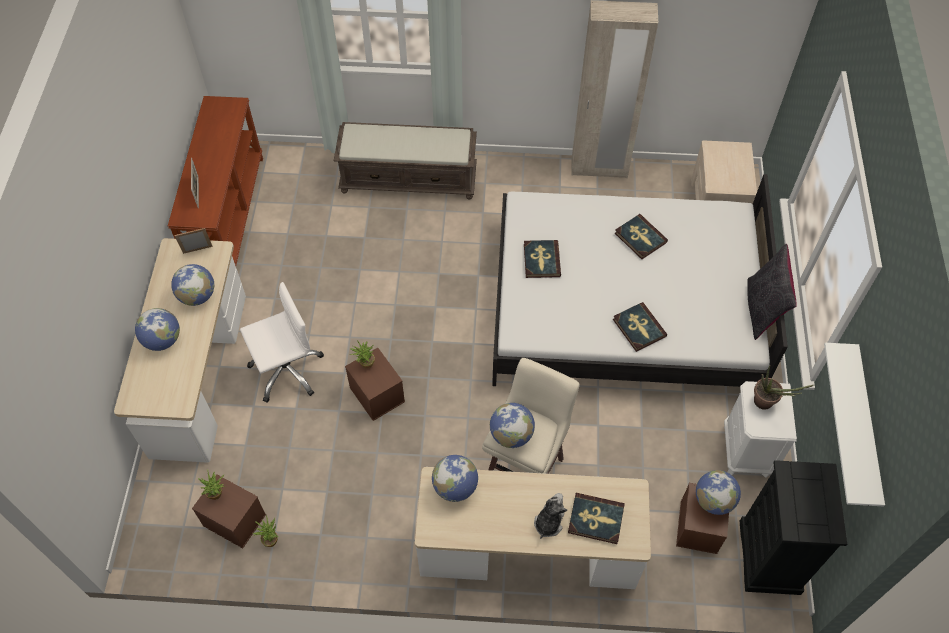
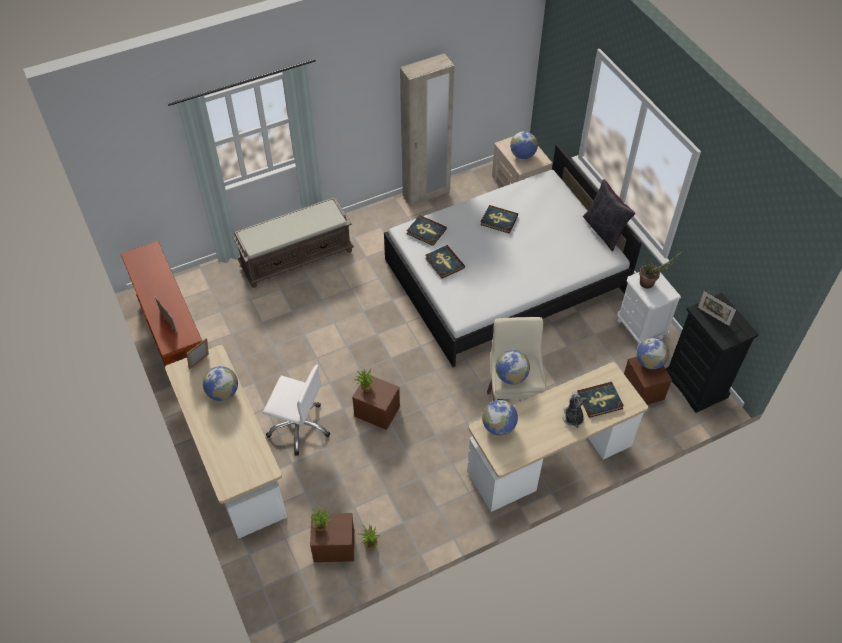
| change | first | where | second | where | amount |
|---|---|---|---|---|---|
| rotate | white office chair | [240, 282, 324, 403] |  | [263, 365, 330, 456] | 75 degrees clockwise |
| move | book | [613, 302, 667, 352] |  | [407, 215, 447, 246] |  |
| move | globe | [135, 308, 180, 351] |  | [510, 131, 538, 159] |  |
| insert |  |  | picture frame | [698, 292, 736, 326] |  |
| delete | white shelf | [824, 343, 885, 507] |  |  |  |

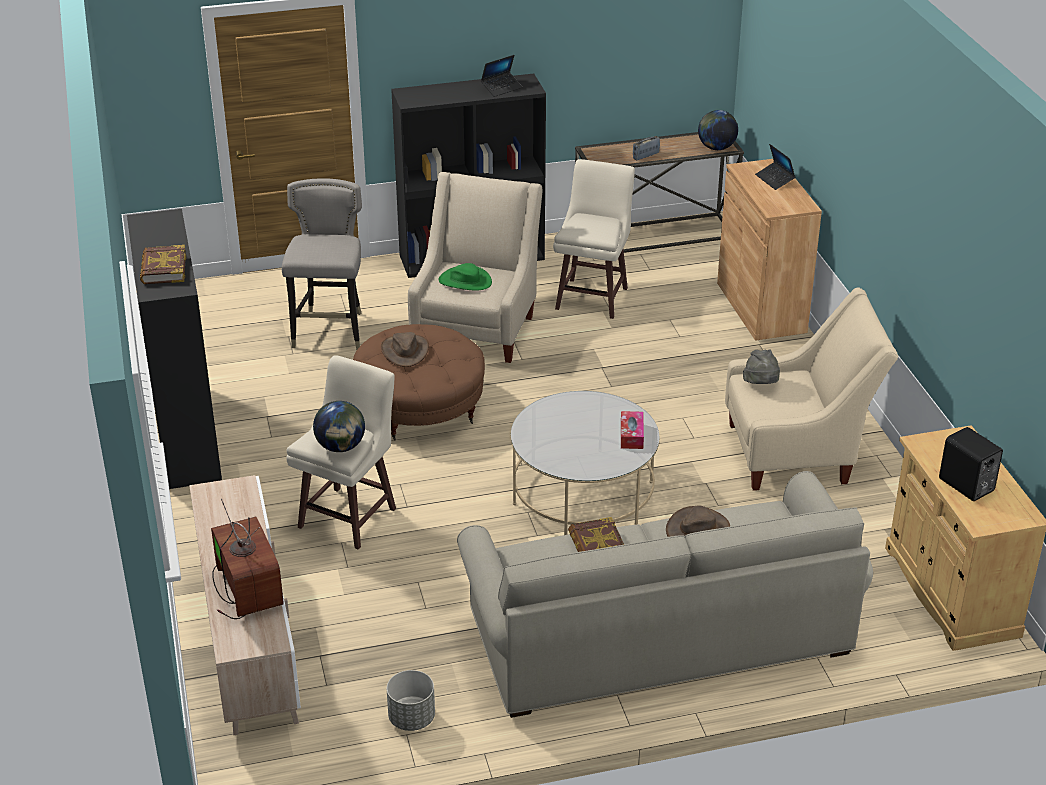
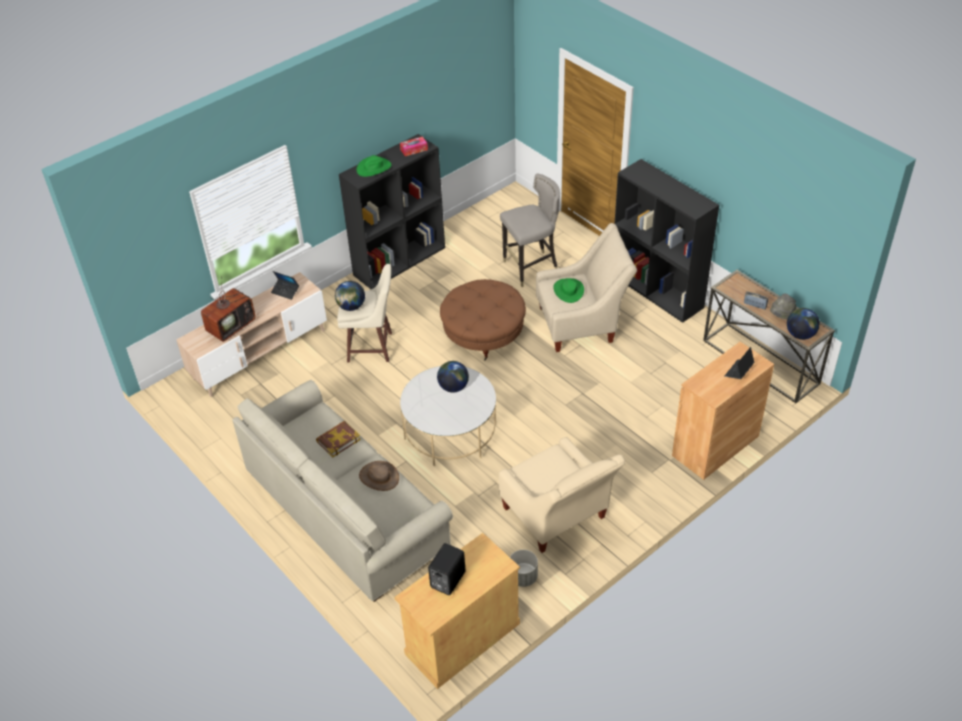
| change | first | where | second | where | amount |
|---|---|---|---|---|---|
| move | laptop | [481, 55, 522, 97] |  | [271, 271, 299, 300] |  |
| replace | book | [140, 245, 187, 284] | green hat | [356, 155, 391, 177] |  |
| move | tissue box | [621, 411, 644, 449] |  | [400, 136, 428, 156] |  |
| insert |  |  | globe | [437, 361, 469, 393] |  |
| move | grey planter | [387, 670, 435, 731] |  | [510, 550, 538, 587] |  |
| move | grey hat | [743, 349, 780, 384] |  | [770, 293, 796, 319] |  |
| delete | brown hat | [381, 332, 429, 367] |  |  |  |
| delete | beige stool | [553, 159, 635, 319] |  |  |  |

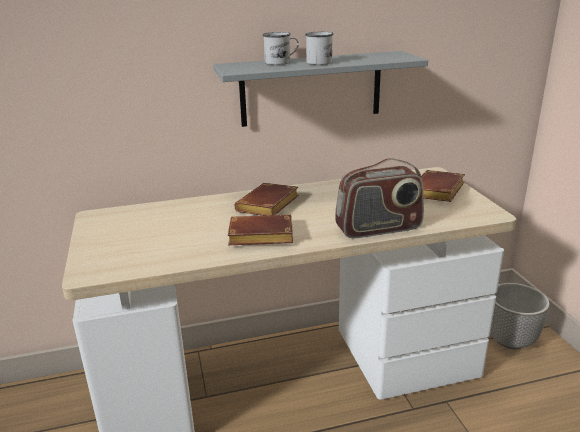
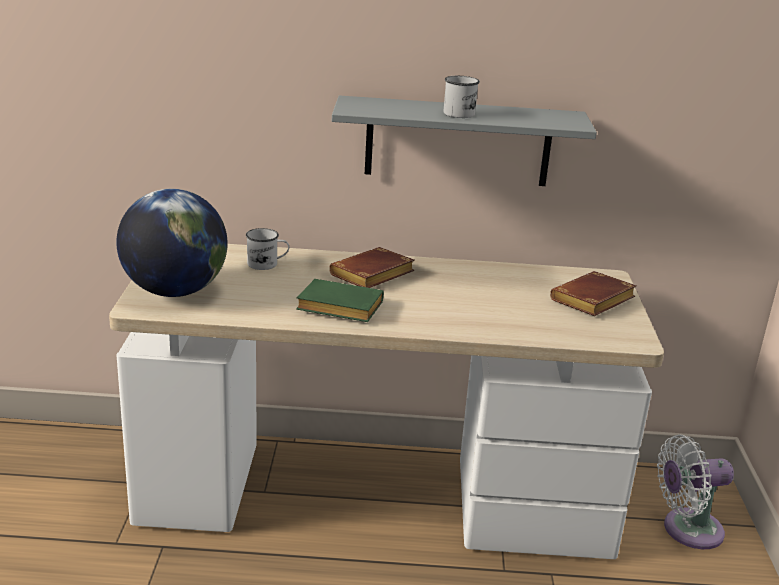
| change | first | where | second | where | amount |
|---|---|---|---|---|---|
| insert |  |  | globe | [116, 189, 228, 297] |  |
| move | white mug | [263, 32, 299, 65] |  | [246, 228, 289, 270] |  |
| recolor | brown book | [228, 215, 293, 245] | green book | [296, 279, 384, 322] |  |
| replace | planter | [490, 283, 550, 350] | white fan | [657, 435, 734, 549] |  |
| delete | radio | [335, 158, 424, 238] |  |  |  |

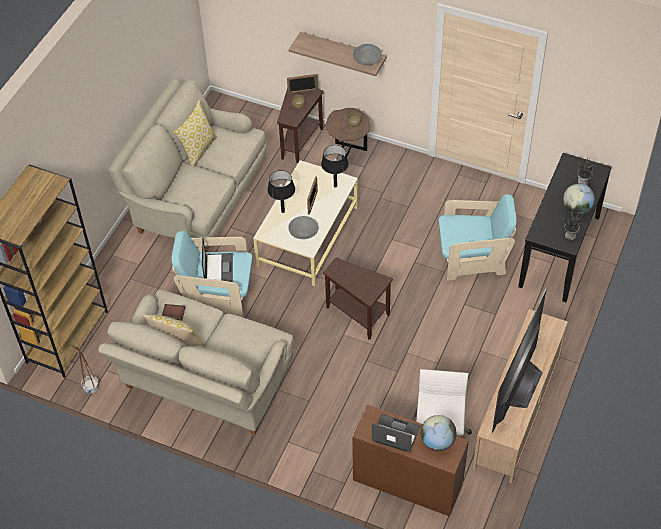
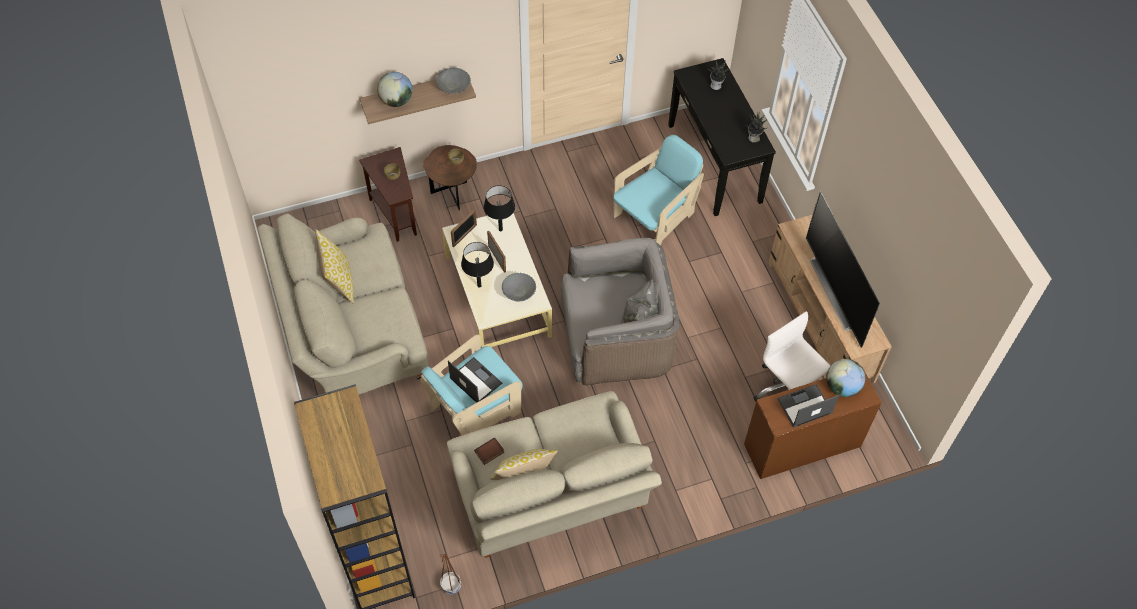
| change | first | where | second | where | amount |
|---|---|---|---|---|---|
| move | globe | [563, 183, 595, 214] |  | [377, 72, 412, 107] |  |
| move | picture frame | [287, 74, 317, 94] |  | [451, 208, 477, 247] |  |
| replace | brown side table | [323, 257, 393, 340] | grey armchair | [561, 238, 680, 386] |  |

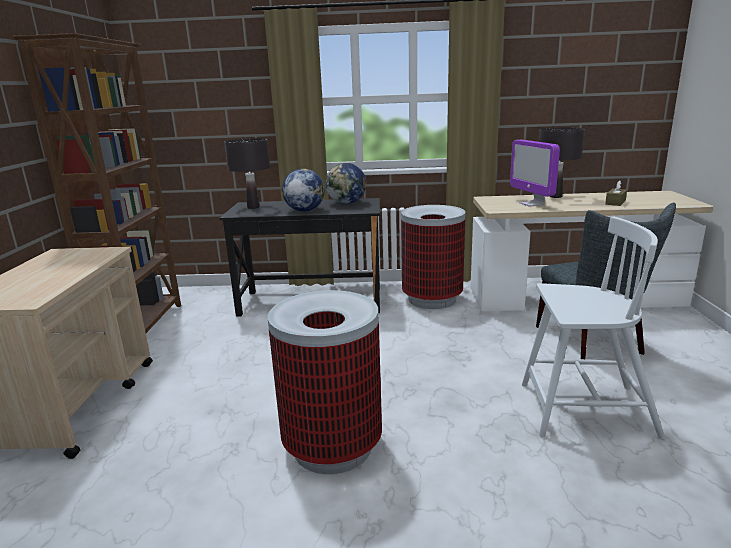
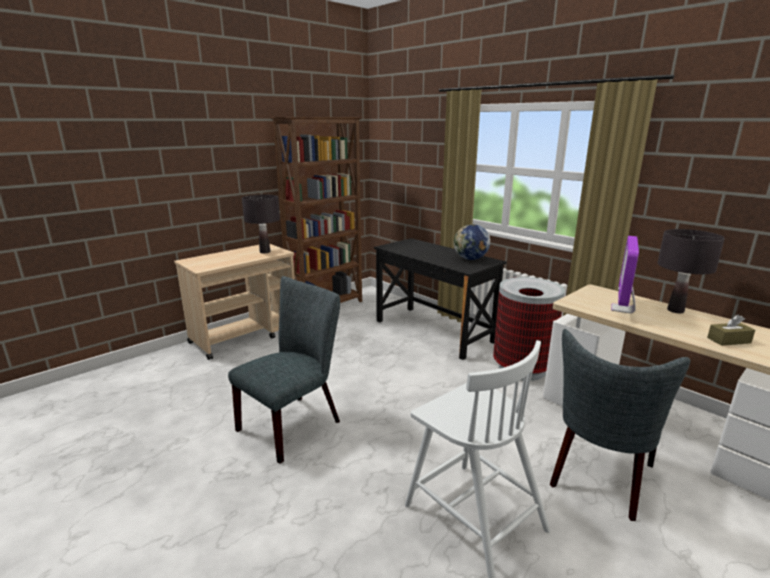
| change | first | where | second | where | amount |
|---|---|---|---|---|---|
| replace | trash can | [268, 290, 382, 474] | grey chair | [228, 276, 340, 464] |  |
| move | black table lamp | [224, 138, 270, 209] |  | [242, 195, 280, 253] |  |
| delete | globe | [282, 168, 325, 212] |  |  |  |

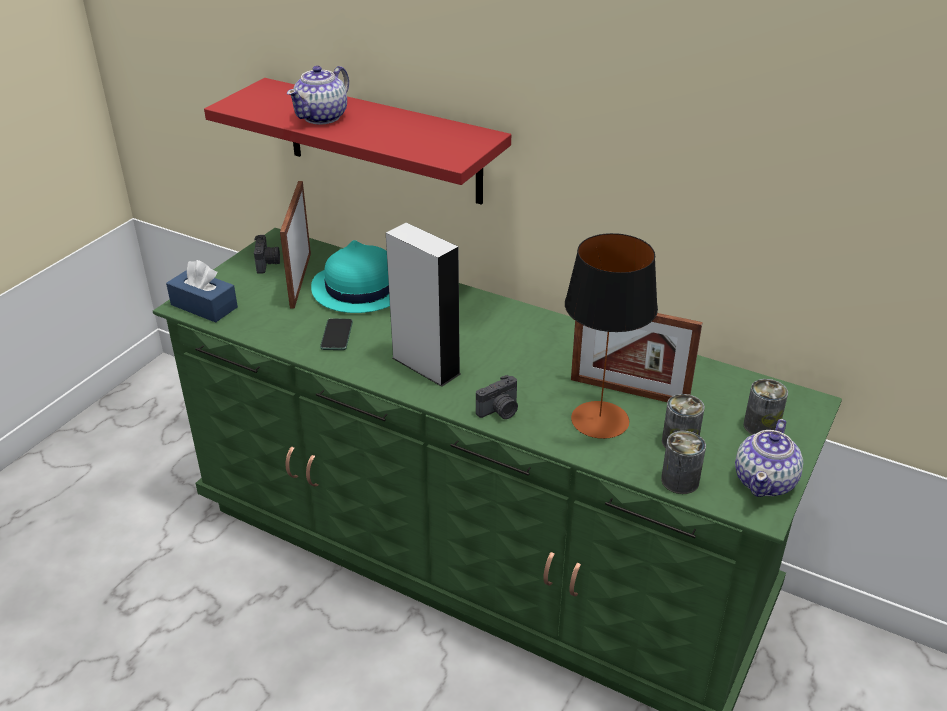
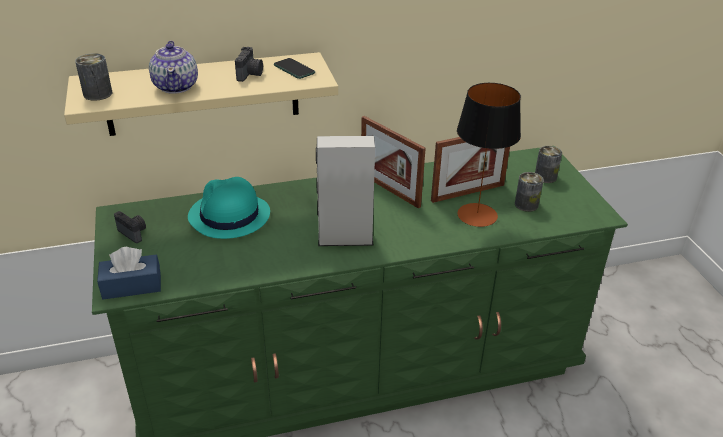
| change | first | where | second | where | amount |
|---|---|---|---|---|---|
| recolor | red shelf | [204, 78, 511, 205] | beige shelf | [64, 52, 338, 136] |  |
| move | can | [661, 431, 706, 494] |  | [75, 53, 112, 101] |  |
| move | photo camera | [476, 375, 518, 419] |  | [235, 47, 263, 82] |  |
| move | phone | [320, 318, 353, 350] |  | [274, 58, 315, 79] |  |
| move | picture frame | [280, 181, 311, 308] |  | [361, 116, 426, 209] |  |
| delete | teapot | [735, 419, 803, 497] |  |  |  |

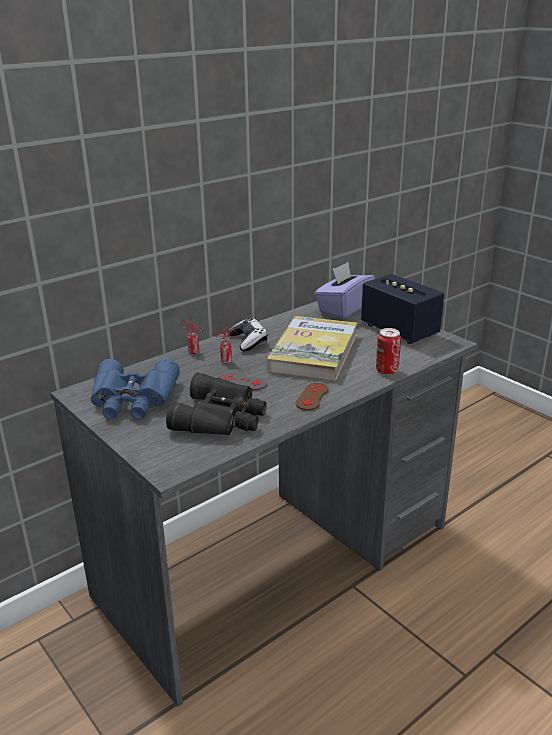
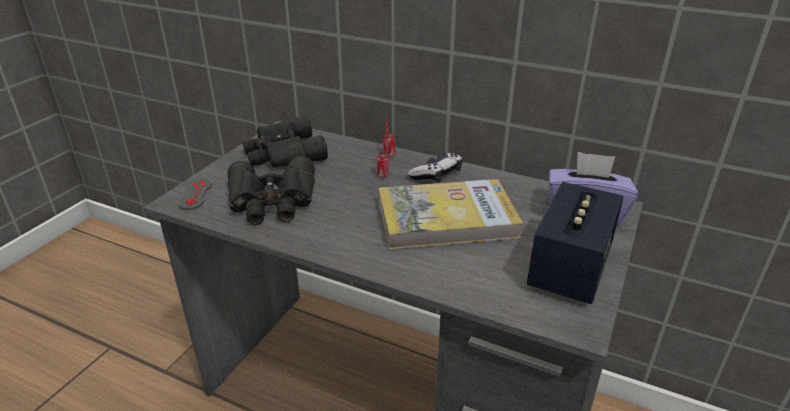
| change | first | where | second | where | amount |
|---|---|---|---|---|---|
| move | grey game controller | [218, 372, 267, 390] |  | [178, 179, 212, 210] |  |
| recolor | blue binoculars | [91, 359, 180, 419] | black binoculars | [243, 114, 328, 167] |  |
| delete | brown game controller | [296, 383, 329, 410] |  |  |  |
| delete | can | [376, 328, 401, 375] |  |  |  |

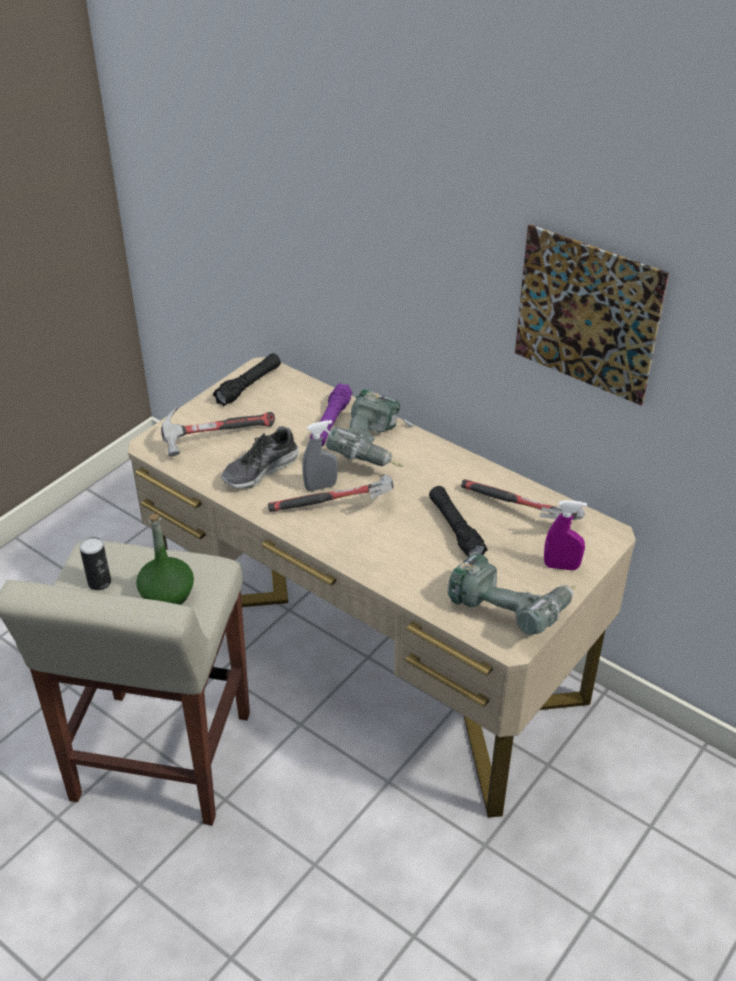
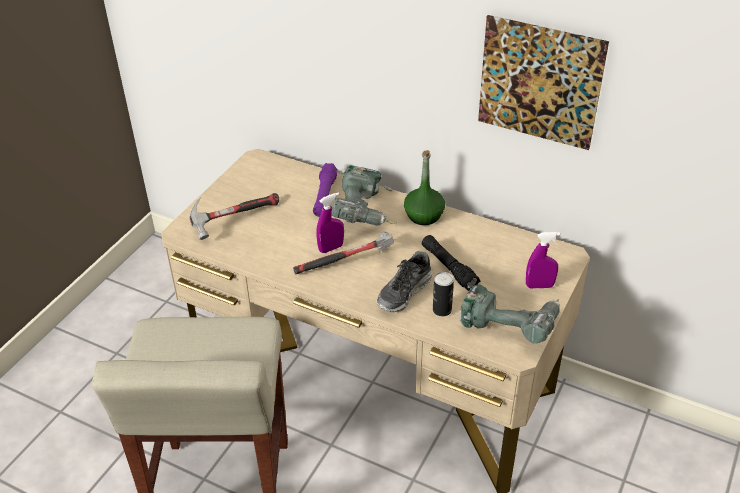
| change | first | where | second | where | amount |
|---|---|---|---|---|---|
| recolor | grey spray bottle | [302, 420, 338, 491] | purple spray bottle | [317, 193, 344, 253] |  |
| move | shoe | [222, 426, 299, 489] |  | [376, 251, 432, 312] |  |
| move | green bottle | [136, 514, 194, 605] |  | [404, 150, 445, 225] |  |
| move | can | [79, 537, 111, 590] |  | [433, 272, 454, 316] |  |
| delete | black flashlight | [213, 353, 281, 406] |  |  |  |
| delete | hammer | [461, 479, 585, 520] |  |  |  |

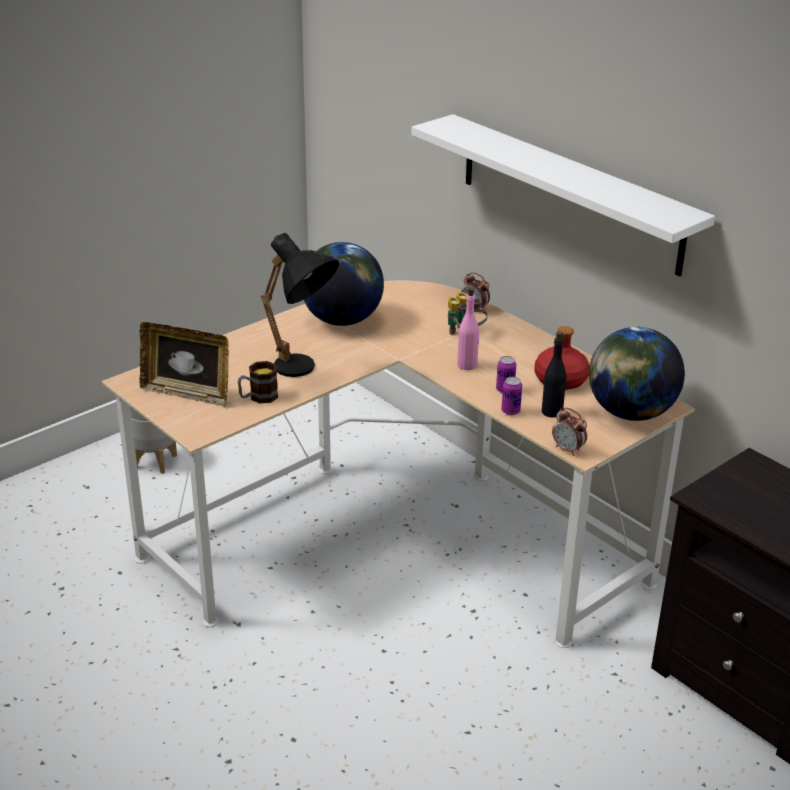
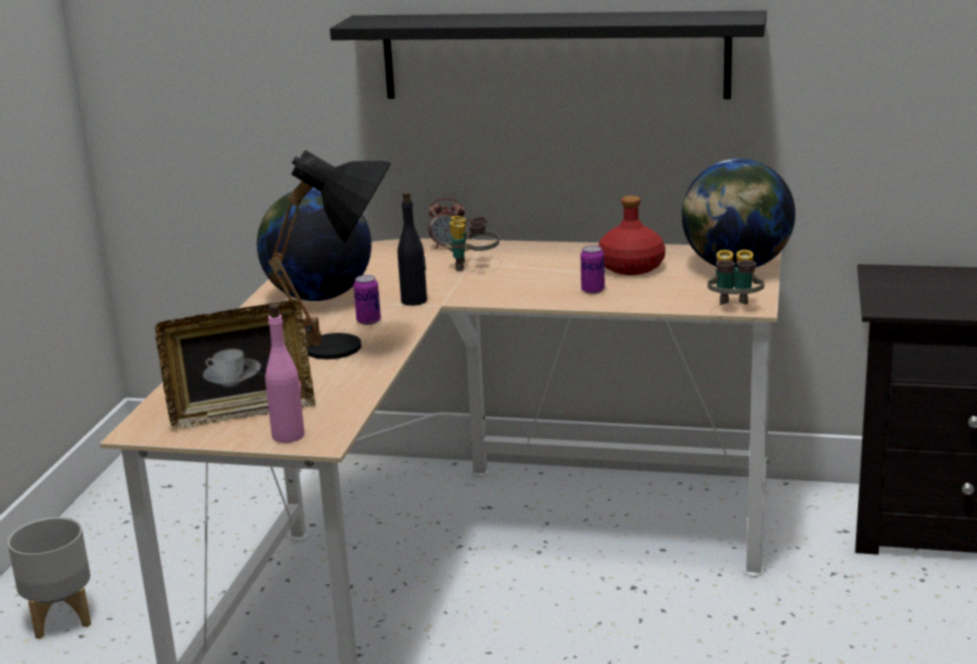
| change | first | where | second | where | amount |
|---|---|---|---|---|---|
| move | pink bottle | [457, 287, 480, 370] |  | [265, 303, 304, 443] |  |
| recolor | white shelf | [411, 114, 715, 276] | black shelf | [330, 11, 767, 99] |  |
| move | can | [501, 377, 522, 415] |  | [353, 275, 381, 325] |  |
| move | black bottle | [542, 331, 567, 418] |  | [398, 191, 427, 306] |  |
| replace | alarm clock | [552, 408, 587, 456] | binoculars | [707, 250, 764, 305] |  |
| delete | mug | [238, 361, 278, 403] |  |  |  |

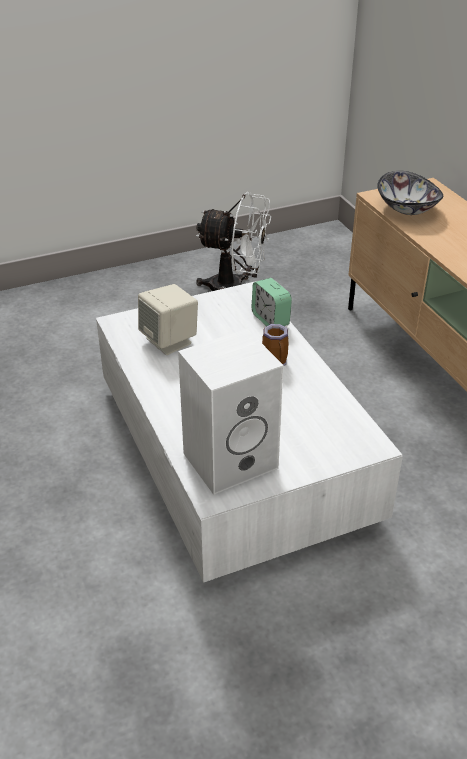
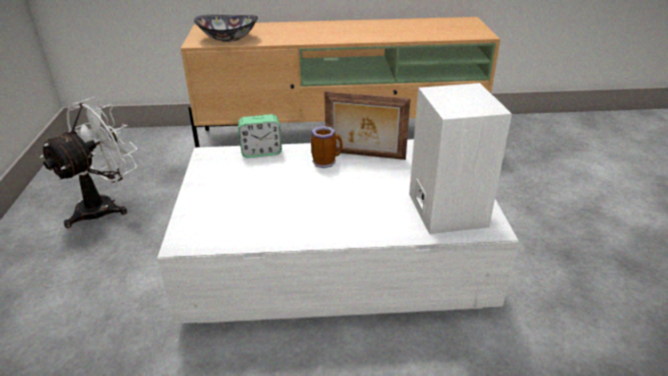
| change | first | where | second | where | amount |
|---|---|---|---|---|---|
| insert |  |  | picture frame | [324, 91, 411, 160] |  |
| delete | beige speaker | [138, 284, 198, 355] |  |  |  |

